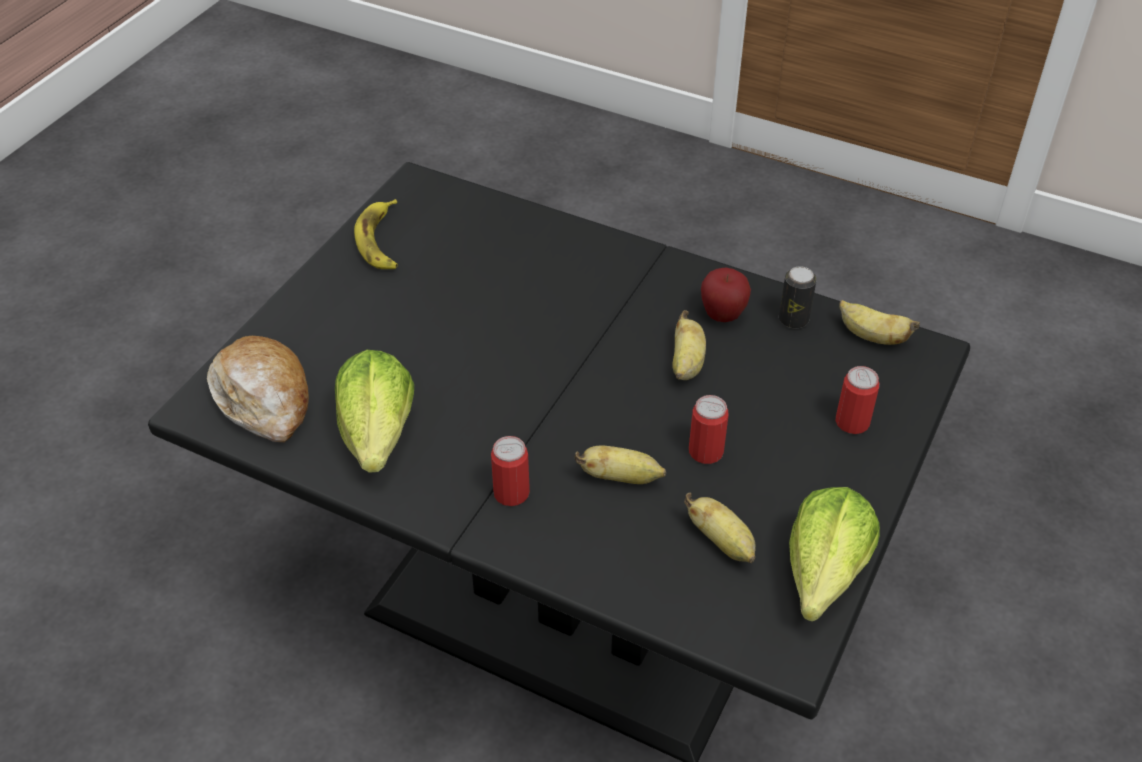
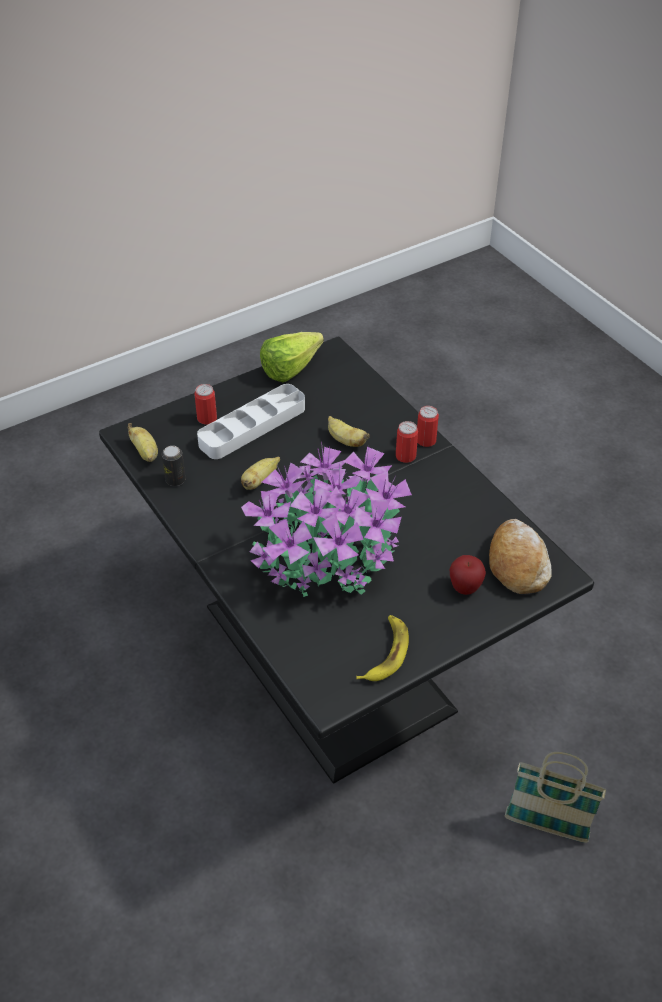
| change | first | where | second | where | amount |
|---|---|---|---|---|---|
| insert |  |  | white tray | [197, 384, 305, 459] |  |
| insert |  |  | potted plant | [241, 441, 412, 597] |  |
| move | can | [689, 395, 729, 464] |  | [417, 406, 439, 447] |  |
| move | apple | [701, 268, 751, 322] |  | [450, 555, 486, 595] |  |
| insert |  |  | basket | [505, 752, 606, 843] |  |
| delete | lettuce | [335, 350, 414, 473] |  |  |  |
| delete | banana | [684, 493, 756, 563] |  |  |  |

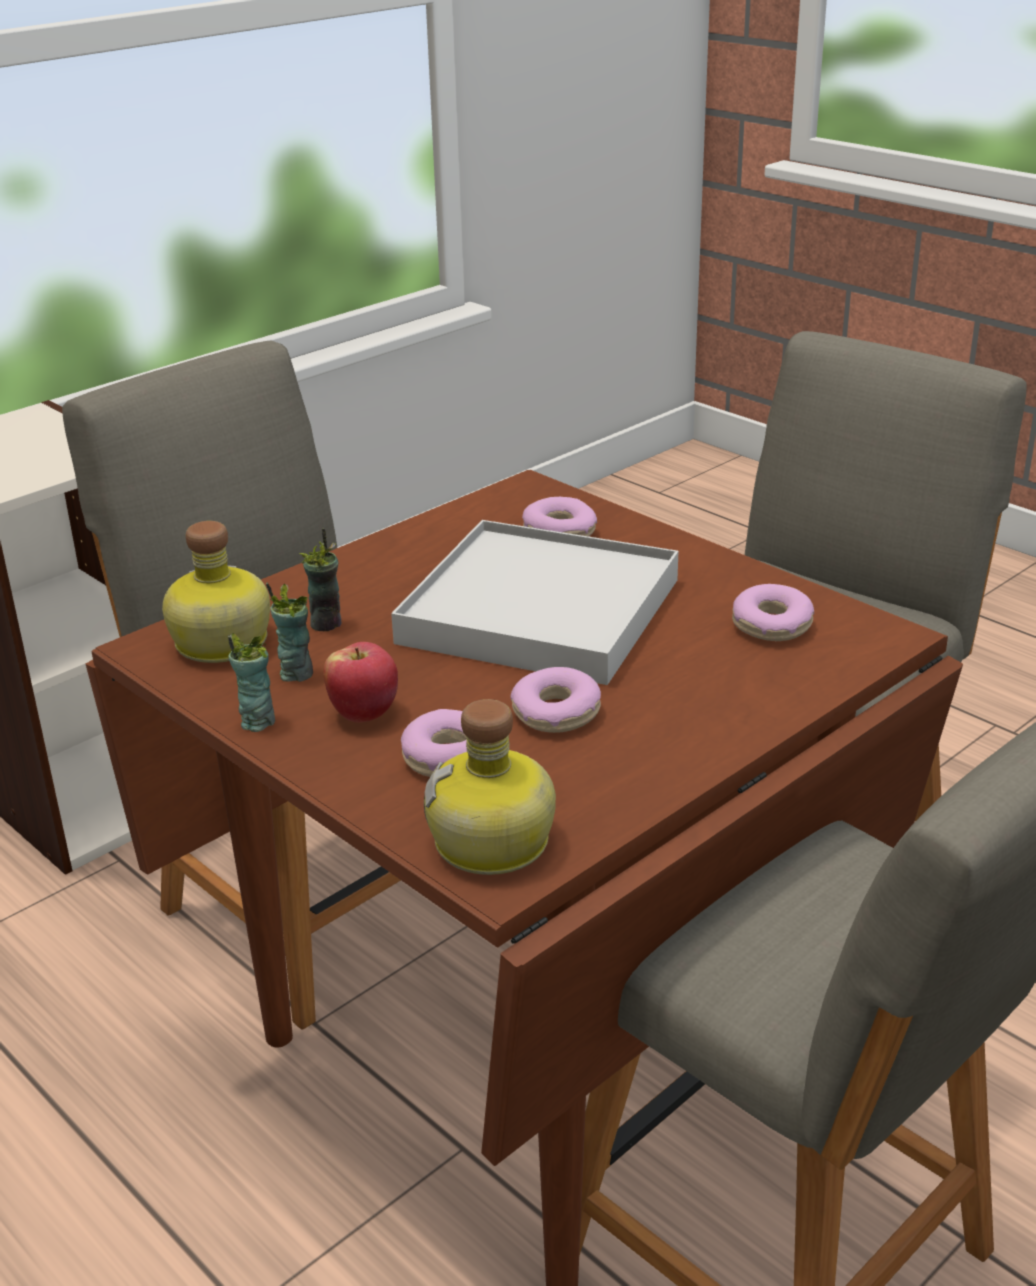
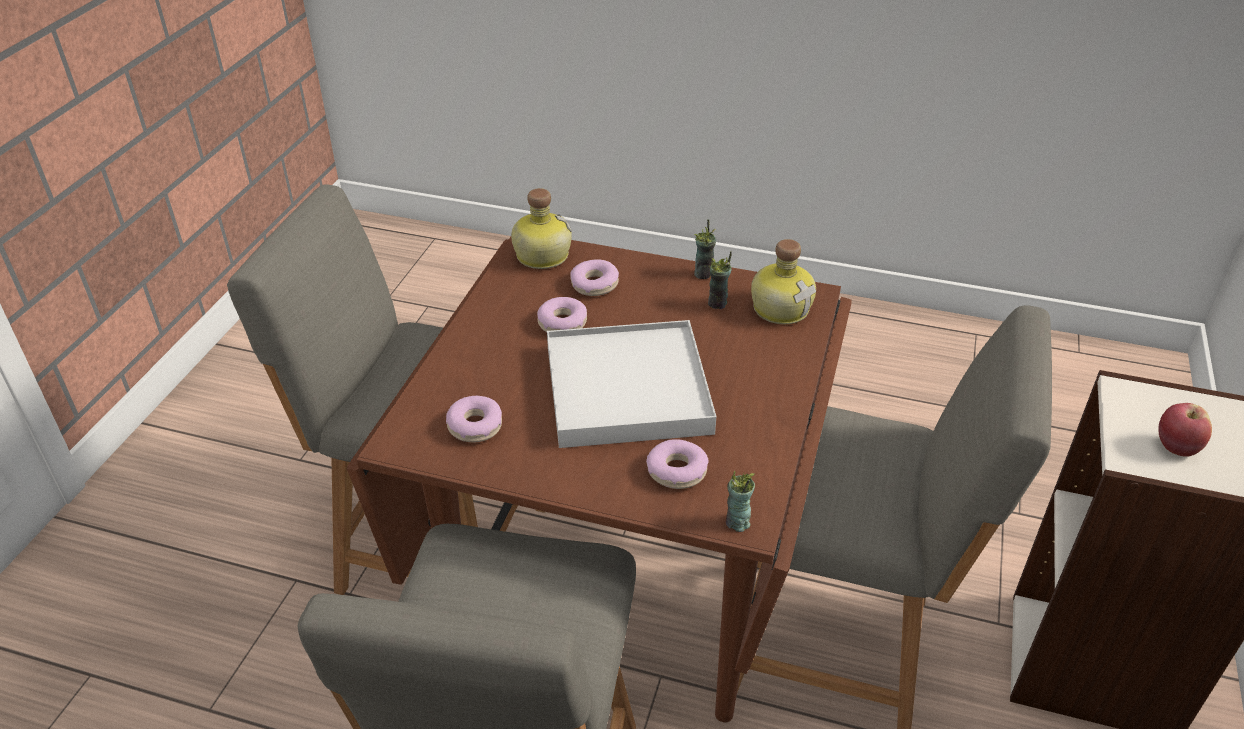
| change | first | where | second | where | amount |
|---|---|---|---|---|---|
| move | cup | [299, 528, 341, 631] |  | [726, 471, 755, 532] |  |
| move | apple | [323, 642, 398, 723] |  | [1158, 403, 1212, 457] |  |

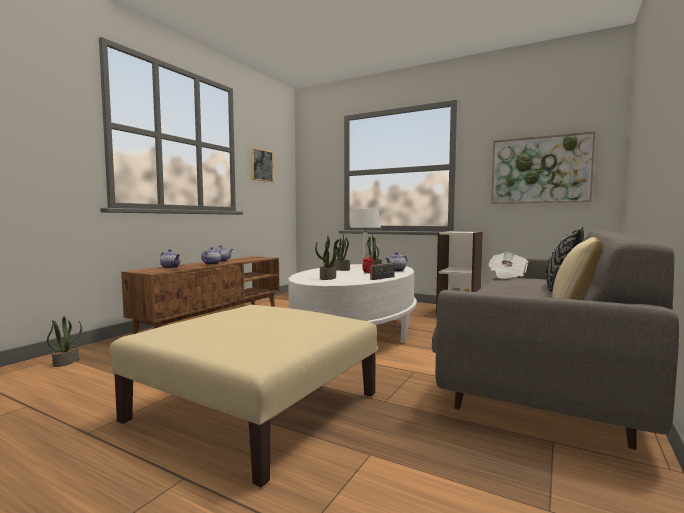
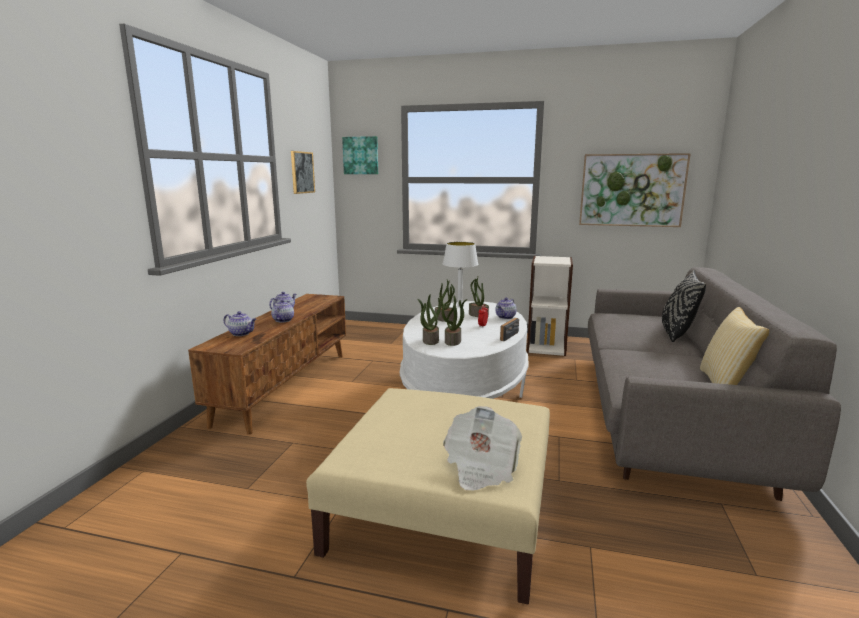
| change | first | where | second | where | amount |
|---|---|---|---|---|---|
| insert |  |  | picture | [342, 136, 378, 174] |  |
| move | potted plant | [47, 317, 82, 367] |  | [417, 294, 441, 345] |  |
| move | newspaper | [488, 252, 528, 278] |  | [443, 406, 522, 490] |  |

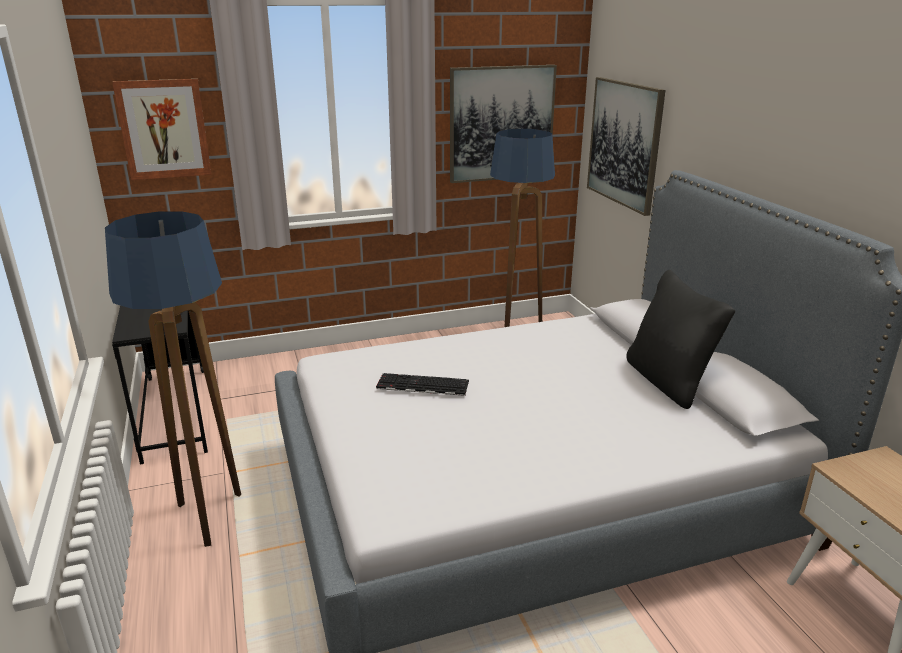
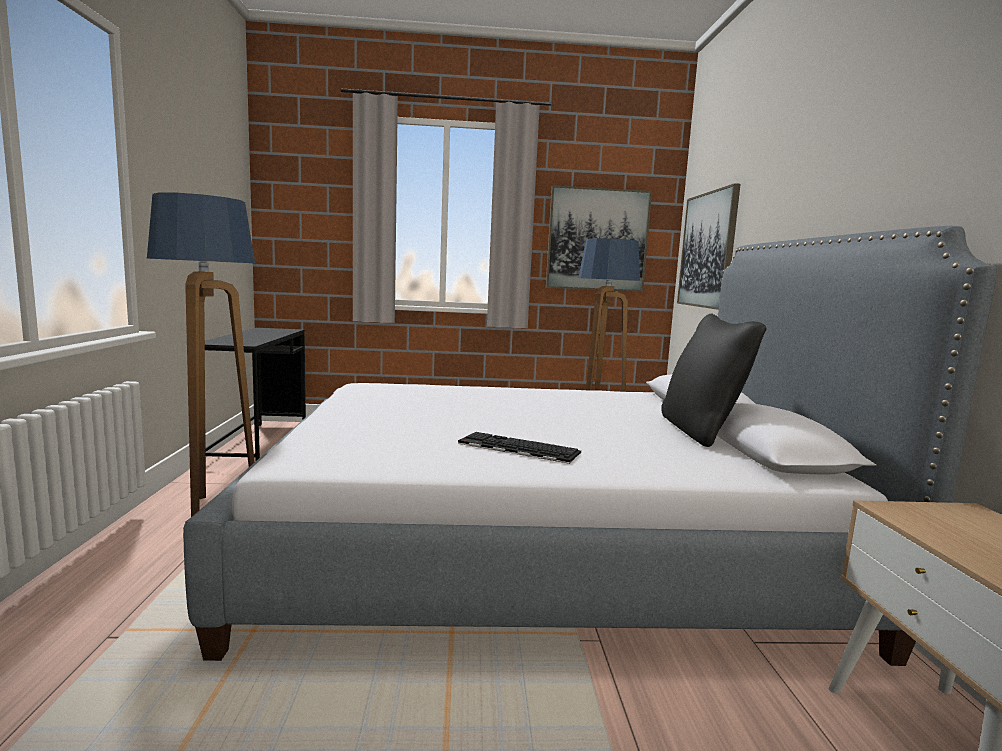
| change | first | where | second | where | amount |
|---|---|---|---|---|---|
| move | keyboard | [376, 373, 469, 396] |  | [458, 432, 581, 464] |  |
| delete | picture | [112, 79, 212, 180] |  |  |  |

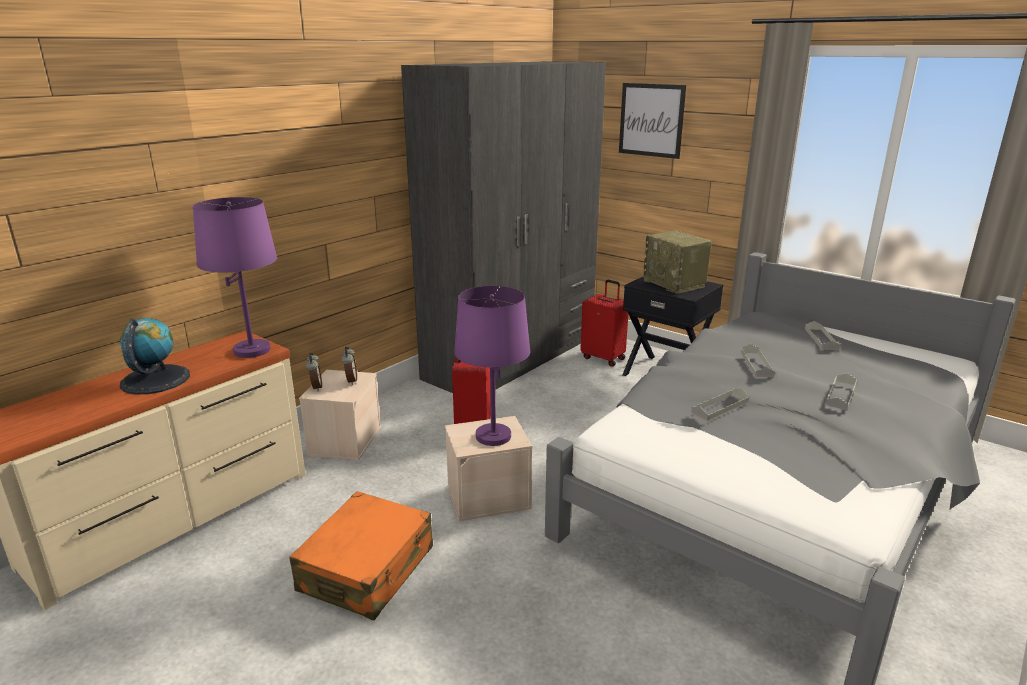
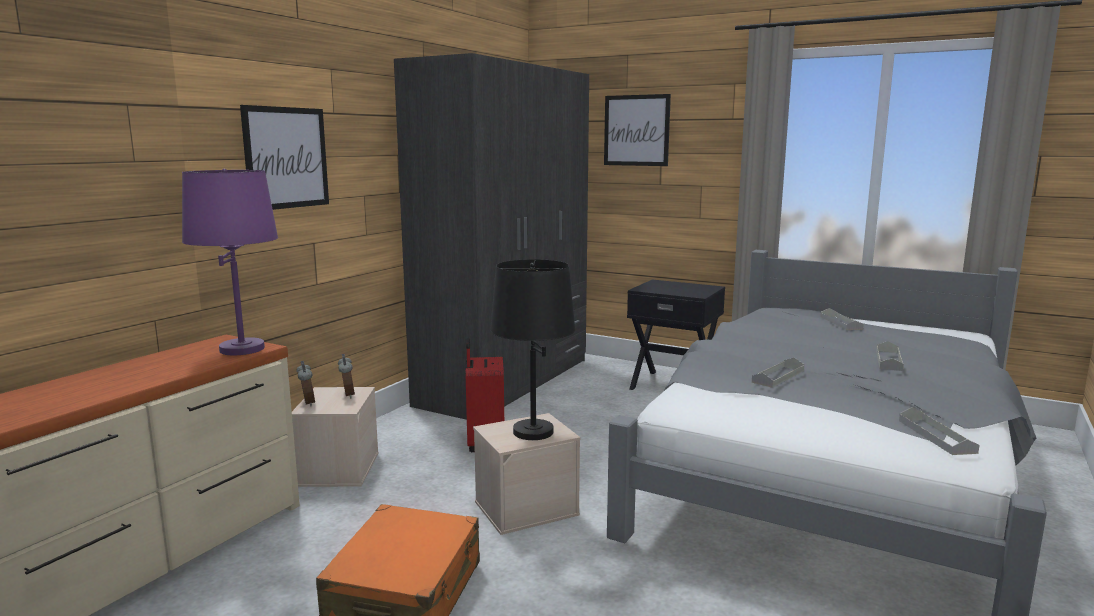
| change | first | where | second | where | amount |
|---|---|---|---|---|---|
| insert |  |  | picture | [240, 105, 329, 210] |  |
| recolor | purple table lamp | [454, 286, 530, 446] | black table lamp | [490, 259, 575, 440] |  |
| move | grey tray | [741, 344, 775, 377] |  | [899, 407, 980, 455] |  |
| delete | globe | [120, 318, 190, 395] |  |  |  |
| delete | red suitcase | [580, 280, 628, 367] |  |  |  |
| delete | radio | [643, 230, 712, 294] |  |  |  |

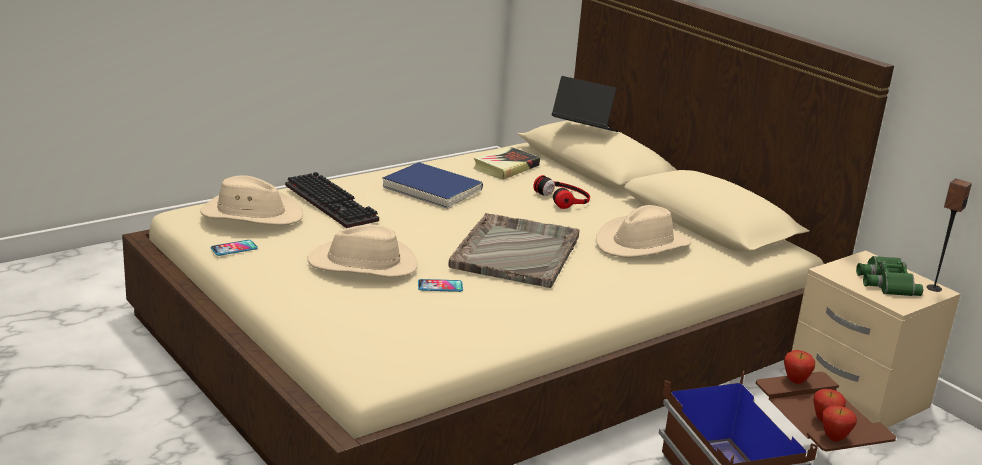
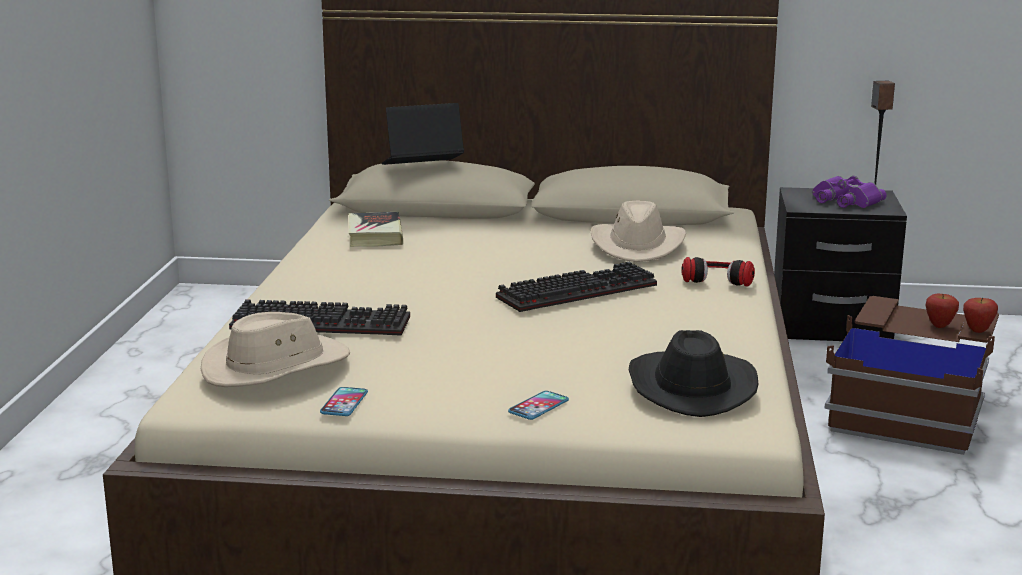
| change | first | where | second | where | amount |
|---|---|---|---|---|---|
| replace | grey tray | [448, 213, 580, 288] | keyboard | [496, 261, 657, 312] |  |
| move | phone | [418, 279, 463, 292] |  | [508, 391, 569, 420] |  |
| insert |  |  | black hat | [629, 330, 758, 417] |  |
| move | headphones | [534, 175, 590, 209] |  | [681, 257, 755, 287] |  |
| recolor | beige nightstand | [792, 251, 960, 428] | black nightstand | [774, 187, 907, 341] |  |
| recolor | green binoculars | [856, 256, 923, 296] | purple binoculars | [813, 176, 887, 208] |  |
| delete | beige hat | [307, 225, 418, 277] |  |  |  |
| delete | blue book | [382, 162, 483, 209] |  |  |  |
| delete | apple | [784, 350, 815, 384] |  |  |  |

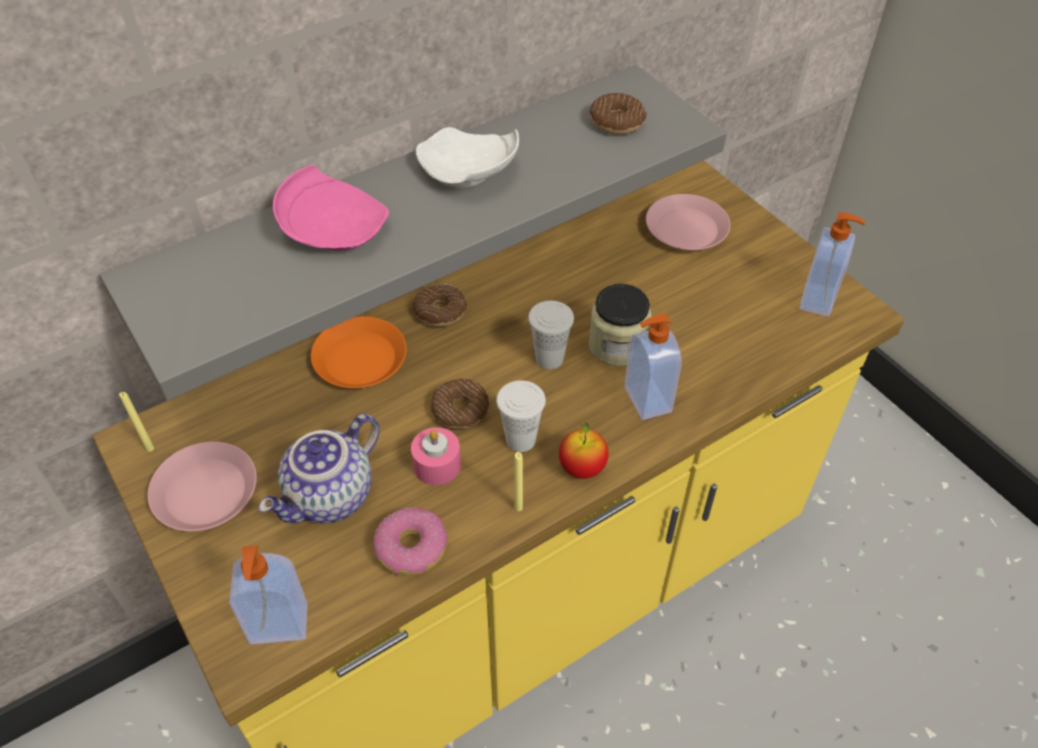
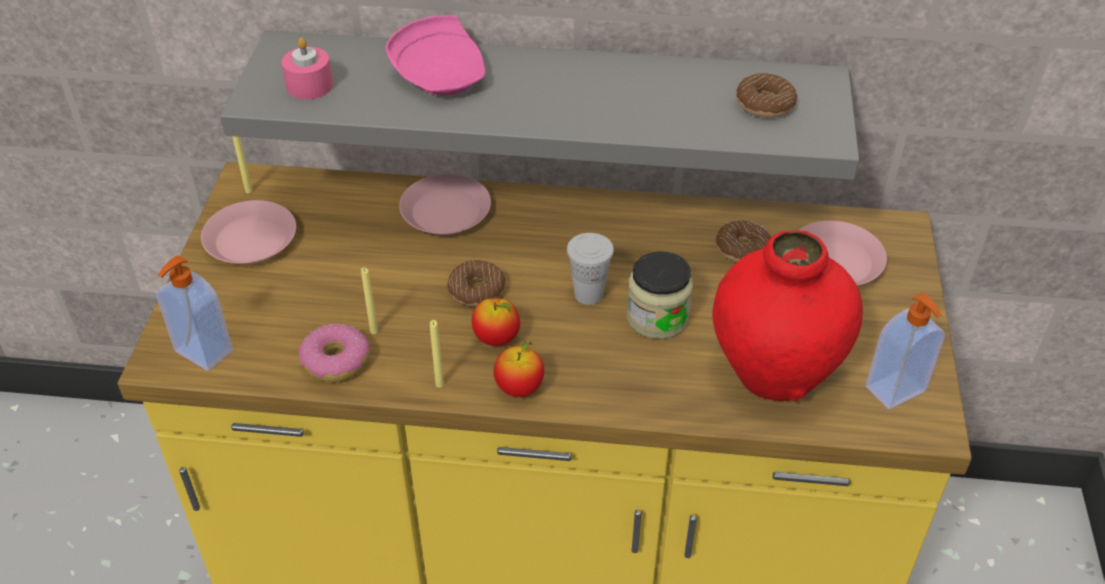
| change | first | where | second | where | amount |
|---|---|---|---|---|---|
| move | pink candle | [411, 427, 461, 485] |  | [281, 37, 333, 99] |  |
| insert |  |  | yellow candle | [361, 267, 378, 334] |  |
| recolor | orange plate | [311, 316, 407, 388] | pink plate | [399, 174, 491, 235] |  |
| replace | white cup | [496, 380, 546, 452] | apple | [472, 298, 520, 346] |  |
| insert |  |  | red vase | [713, 230, 863, 402] |  |
| move | donut | [413, 284, 467, 327] |  | [716, 220, 771, 262] |  |
| delete | teapot | [259, 414, 380, 523] |  |  |  |
| delete | white plate | [416, 127, 519, 188] |  |  |  |
| delete | soap dispenser | [625, 313, 682, 420] |  |  |  |

